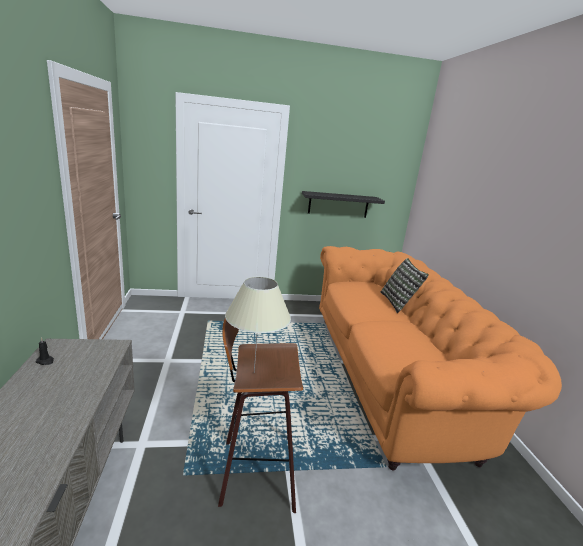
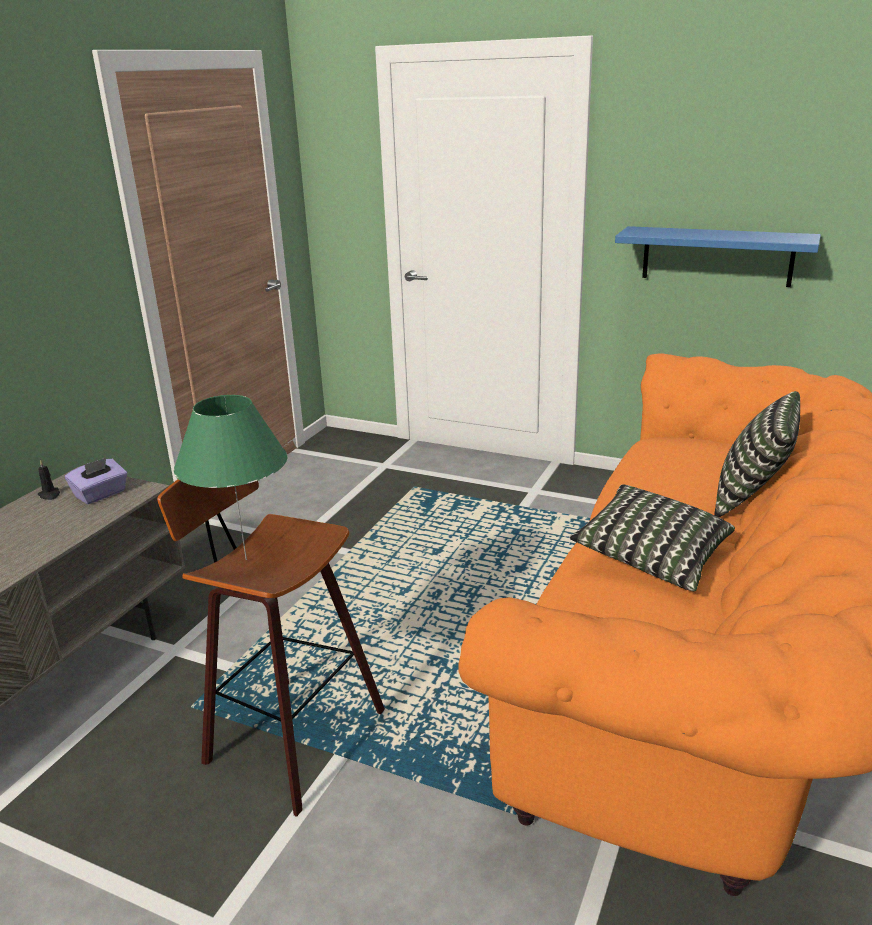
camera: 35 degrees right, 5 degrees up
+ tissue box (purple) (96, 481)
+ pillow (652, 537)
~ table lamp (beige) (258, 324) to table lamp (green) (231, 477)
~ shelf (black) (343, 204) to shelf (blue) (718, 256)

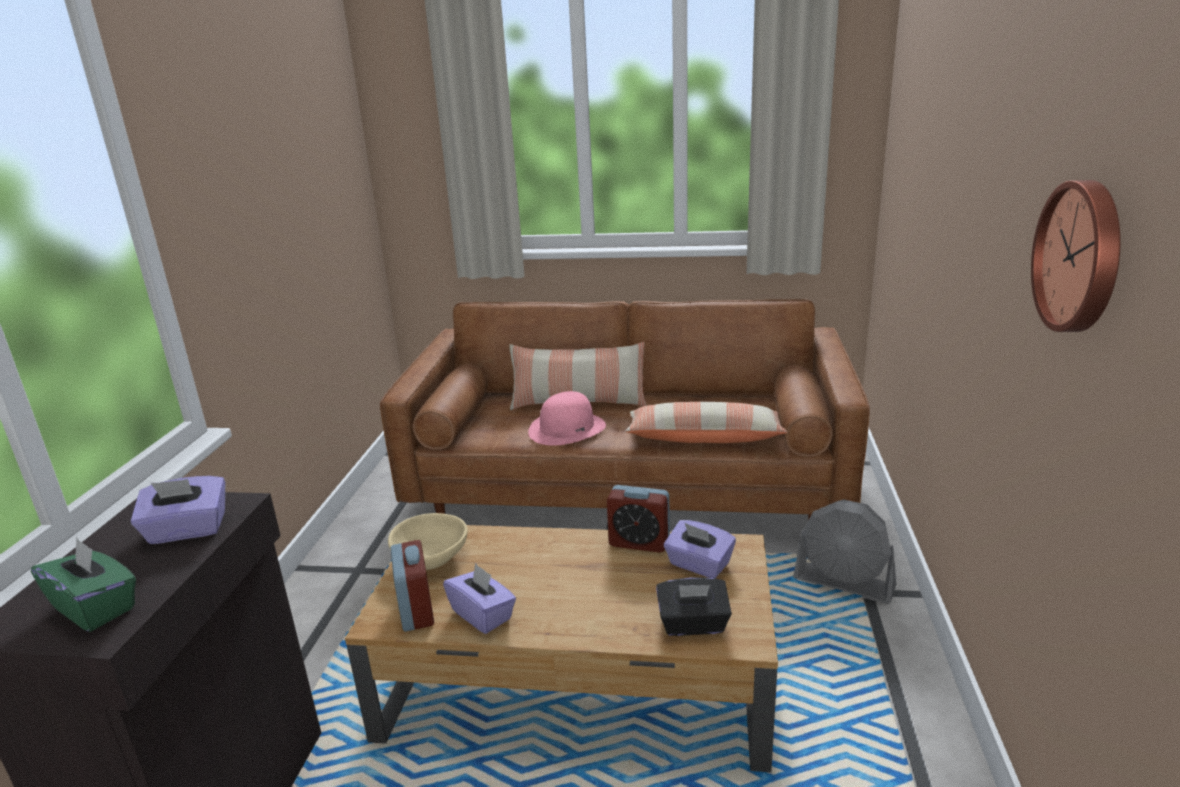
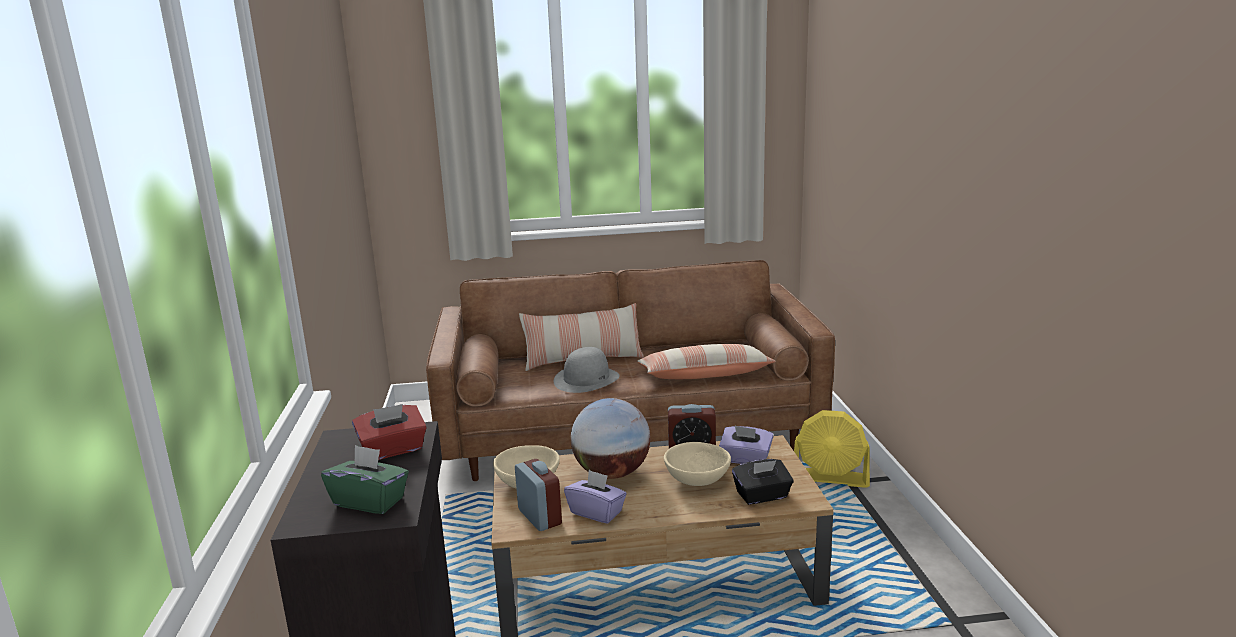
camera: 15 degrees left, 5 degrees down
- wall clock (1076, 256)
+ globe (610, 438)
+ bowl (beige) (697, 464)
~ tissue box (purple) (178, 510) to tissue box (red) (389, 432)
~ hat (pink) (567, 418) to hat (grey) (587, 370)
~ fan (grey) (844, 551) to fan (yellow) (832, 449)

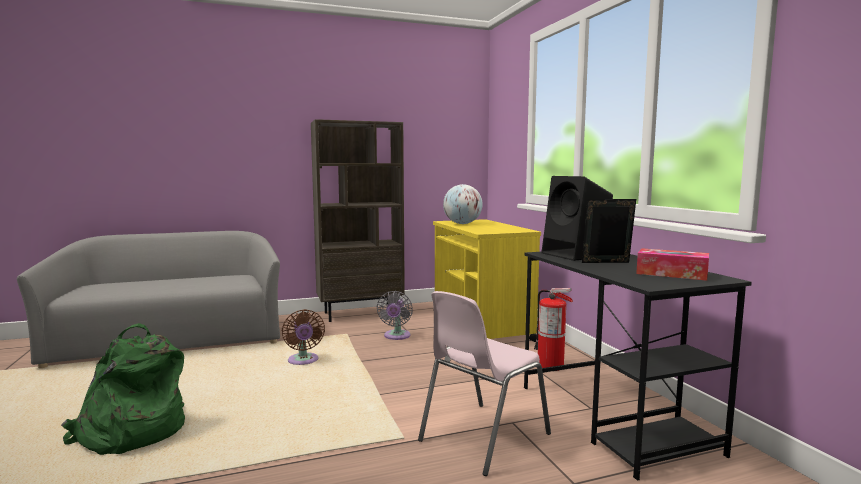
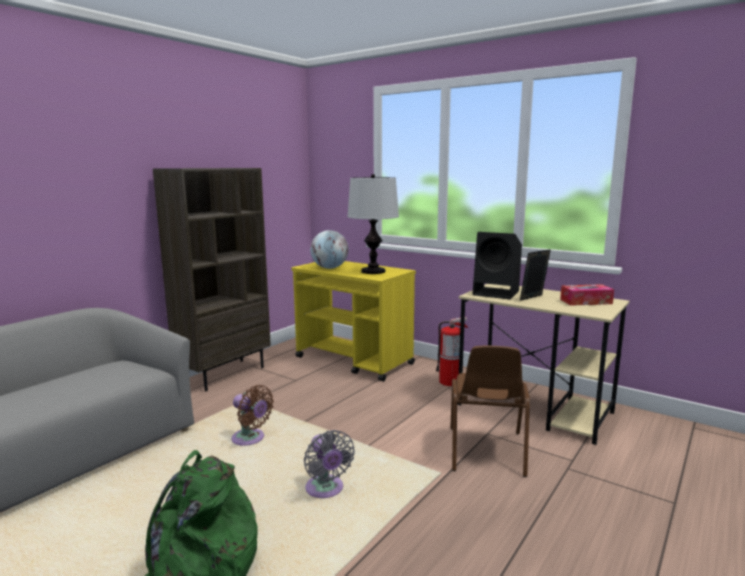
camera: 35 degrees left, 5 degrees up
+ table lamp (373, 224)
~ fan (grey) (395, 315) to (329, 464)
~ chair (pink) (484, 383) to chair (brown) (490, 411)
~ desk (black) (638, 366) to desk (beige) (543, 364)

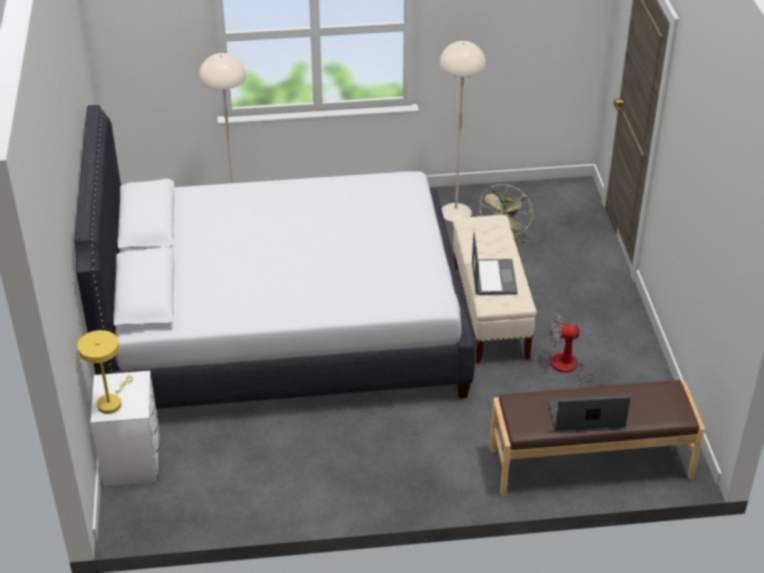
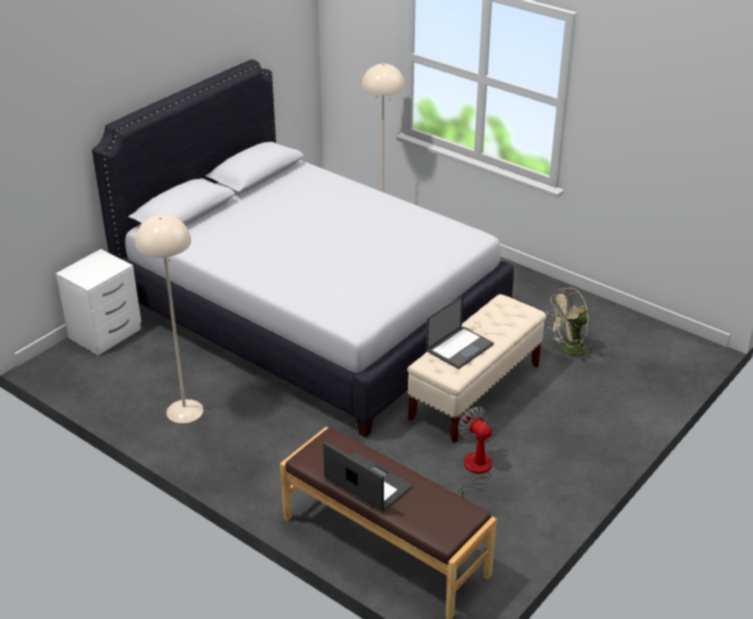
camera: 45 degrees right, 5 degrees down
- table lamp (yellow) (105, 372)
~ floor lamp (beige) (462, 131) to (169, 319)

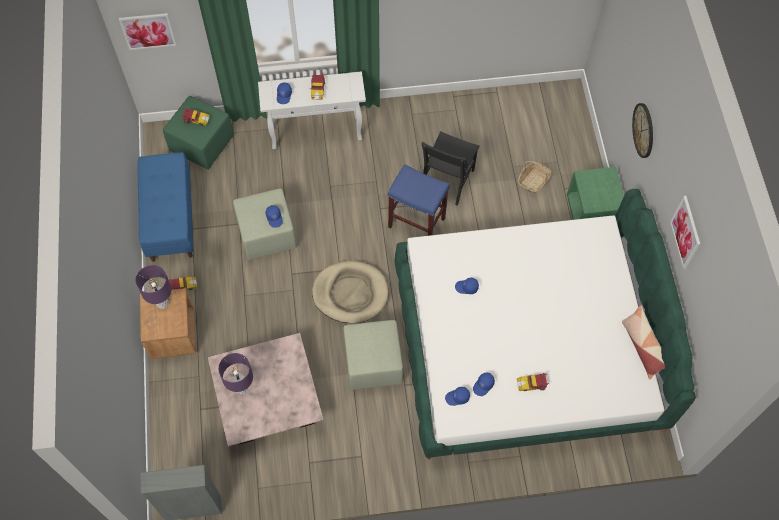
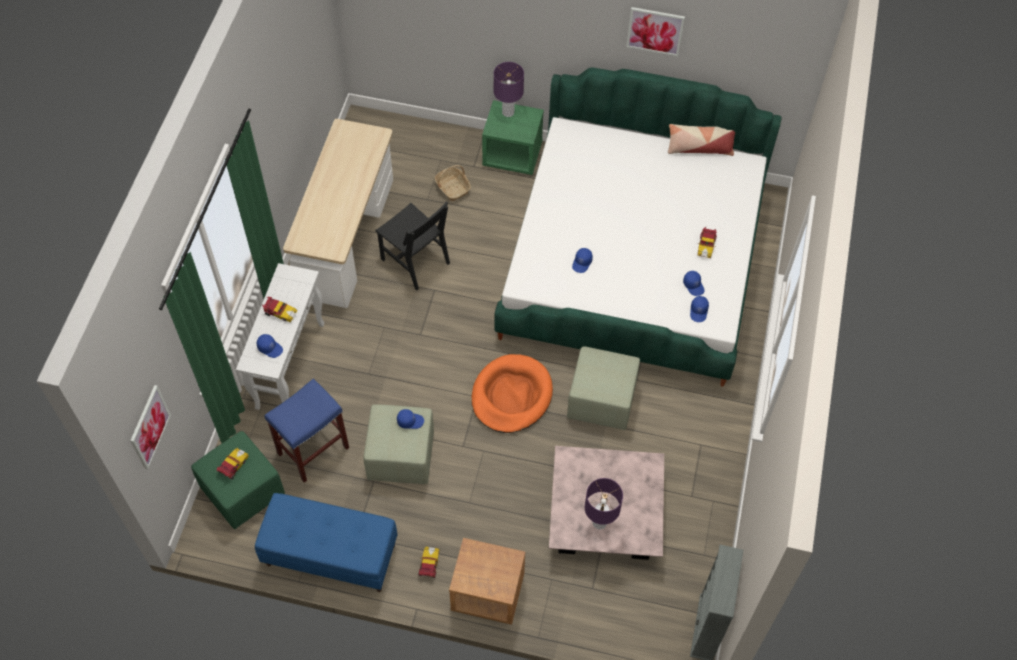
camera: 70 degrees left, 5 degrees down
- wall clock (642, 130)
+ desk (338, 213)
~ table lamp (purple) (153, 287) to (509, 89)
~ stool (blue) (419, 200) to (307, 431)
~ dog bed (beige) (350, 292) to dog bed (orange) (512, 393)

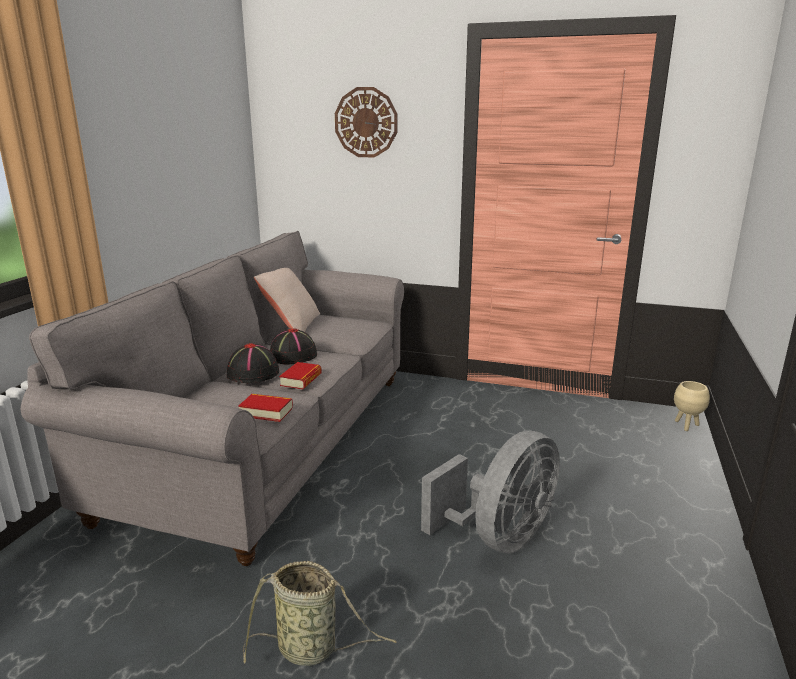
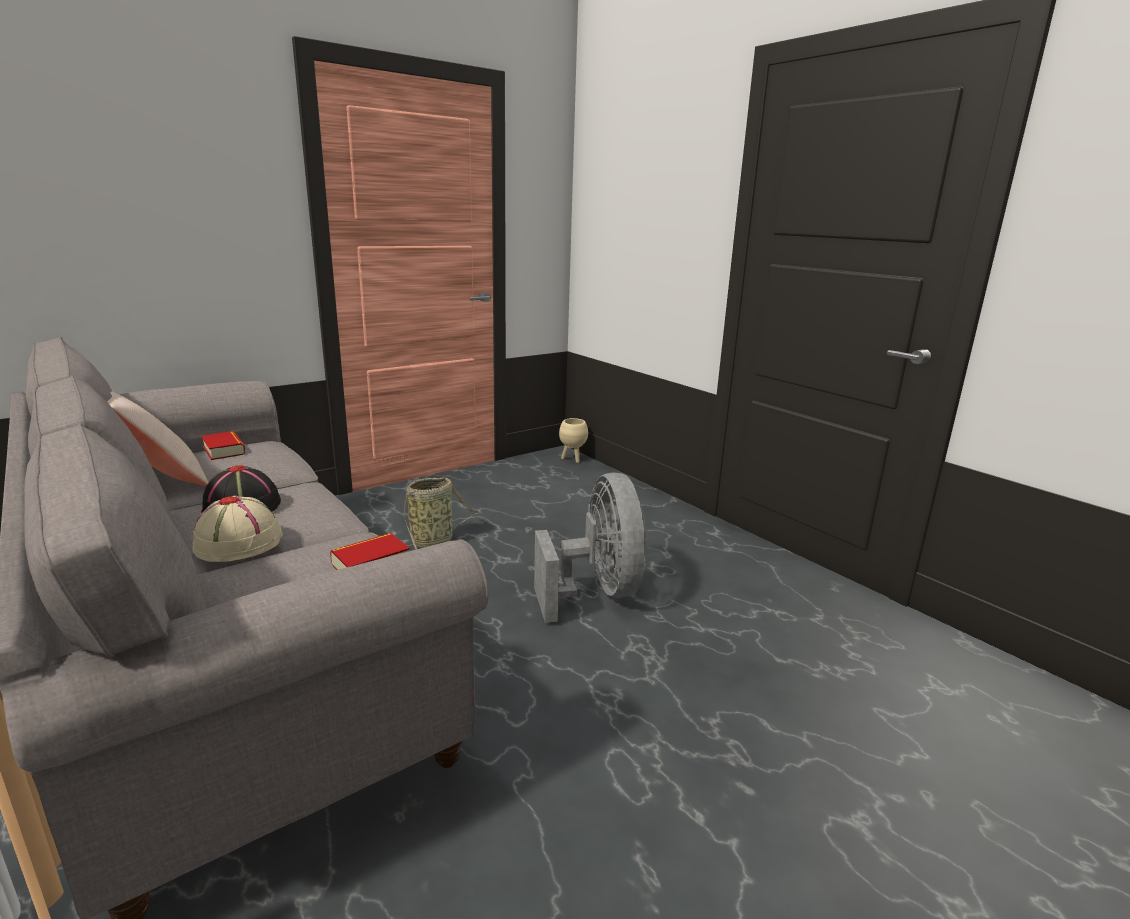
camera: 55 degrees left, 0 degrees up
- wall clock (366, 122)
~ basket (320, 613) to (441, 513)
~ book (300, 375) to (223, 445)
~ hat (black) (253, 363) to hat (beige) (237, 529)

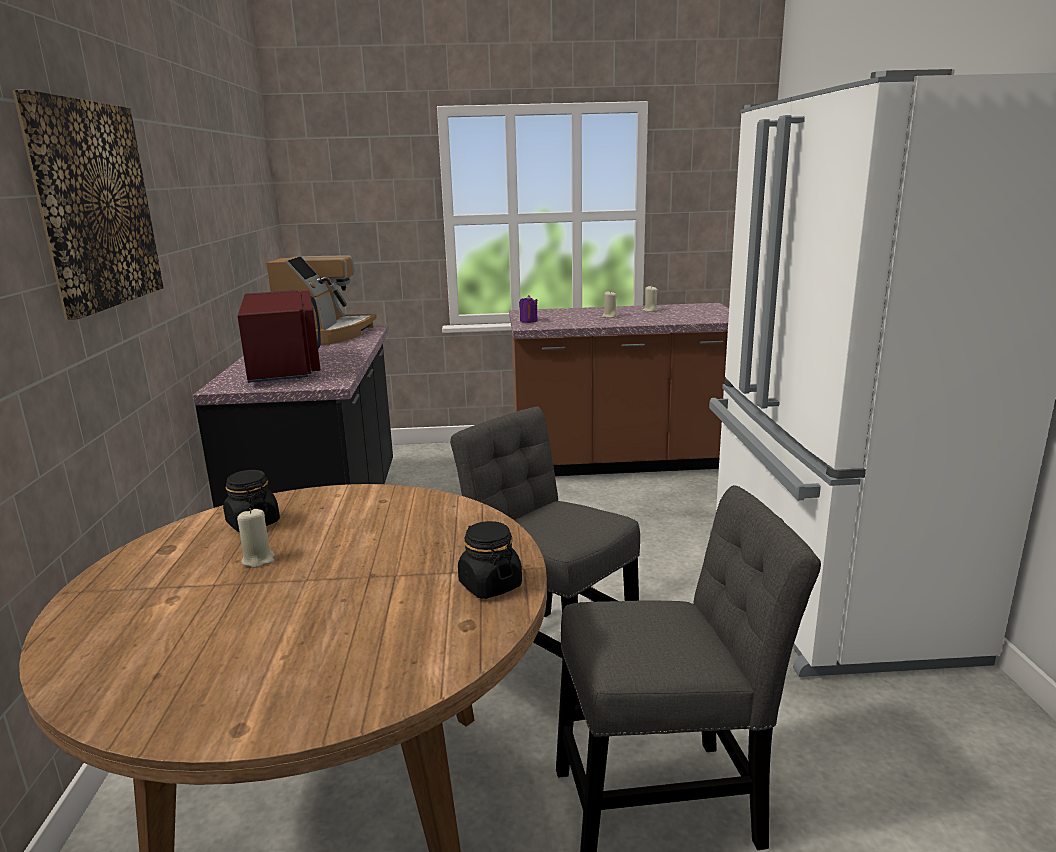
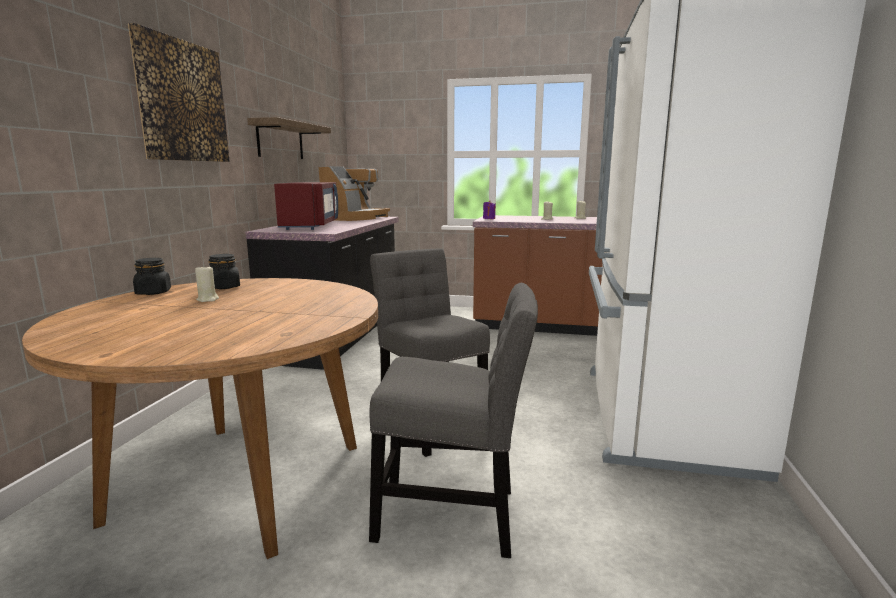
camera: 15 degrees right, 5 degrees down
+ shelf (289, 138)
~ jar (black) (490, 560) to (152, 276)

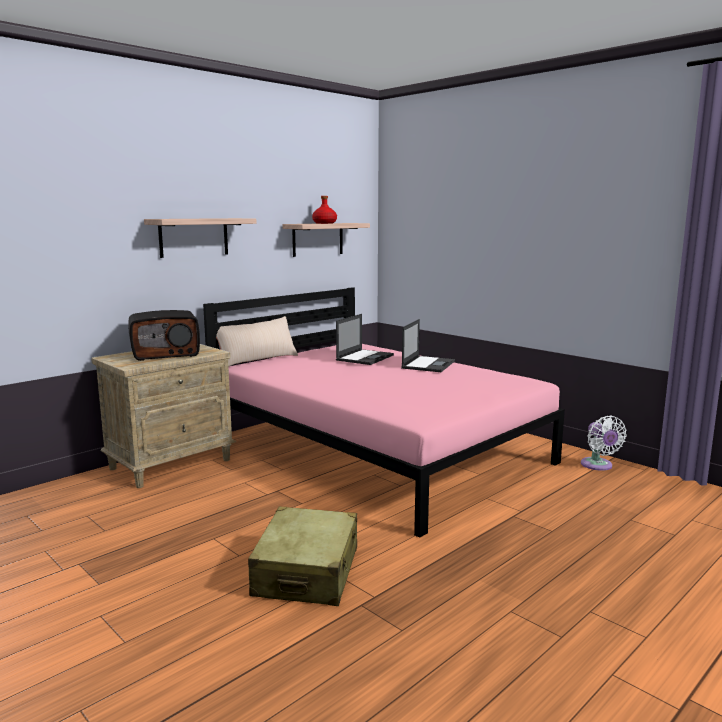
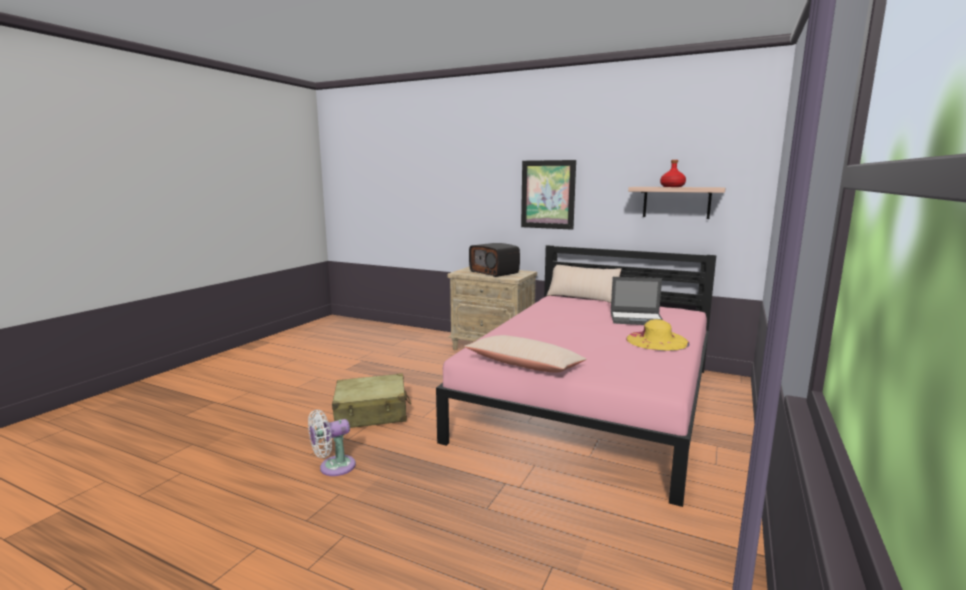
camera: 70 degrees right, 0 degrees up
+ pillow (beige) (525, 354)
~ fan (white) (604, 443) to (332, 443)
~ shelf (200, 238) to picture (548, 195)
~ laptop (428, 345) to hat (yellow) (657, 335)

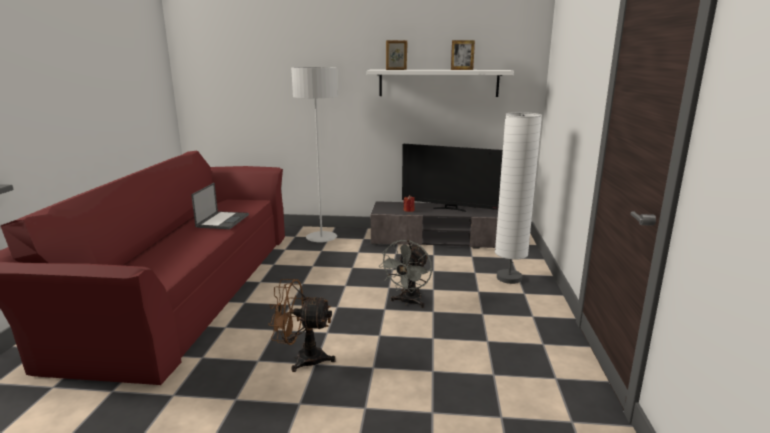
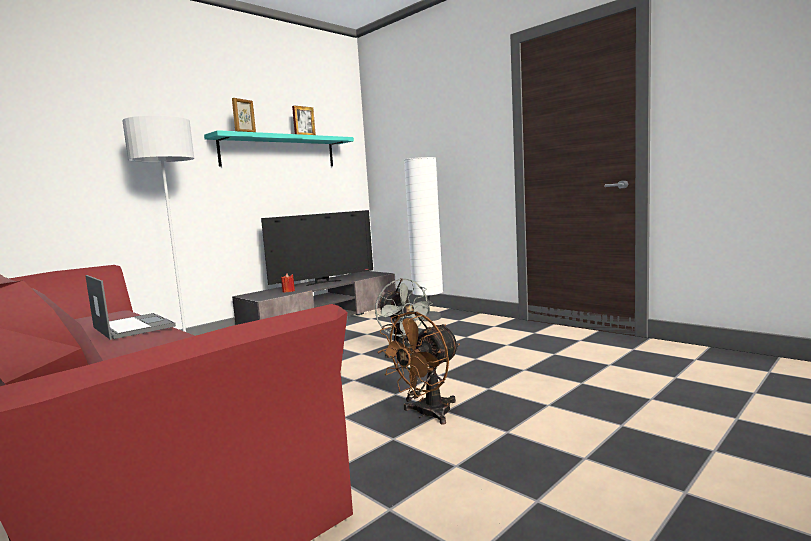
camera: 50 degrees left, 10 degrees down
~ shelf (white) (440, 83) to shelf (turquoise) (279, 148)

